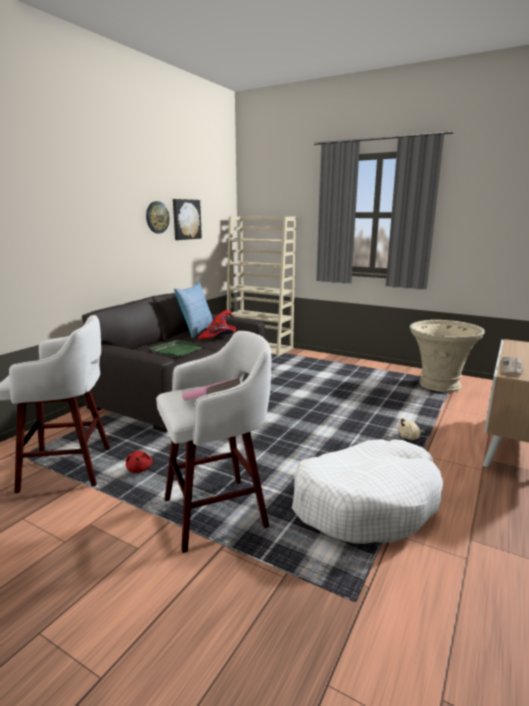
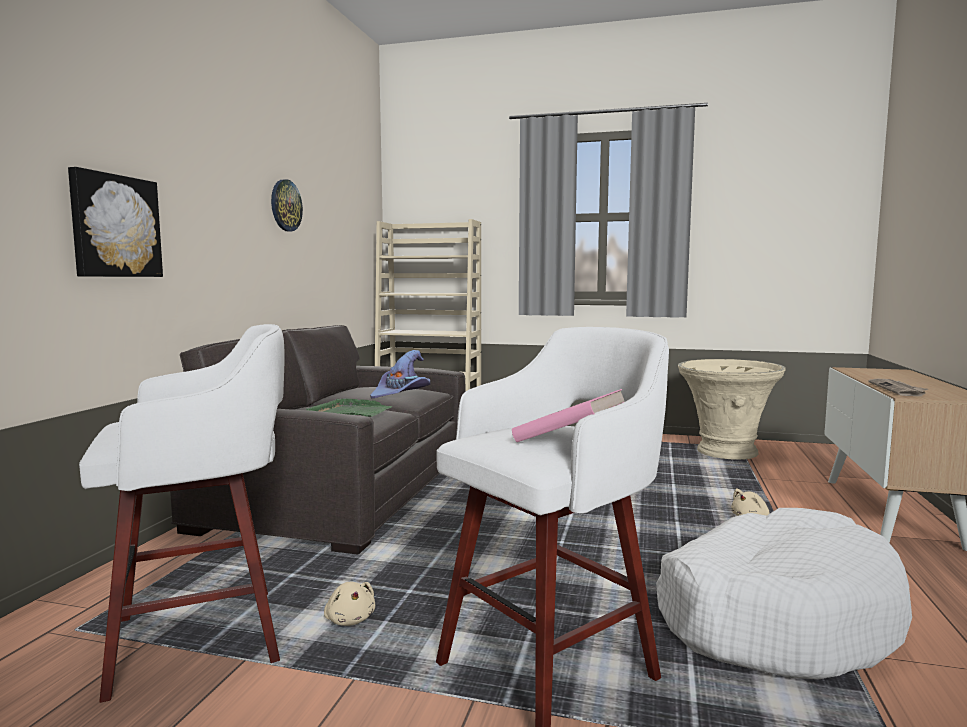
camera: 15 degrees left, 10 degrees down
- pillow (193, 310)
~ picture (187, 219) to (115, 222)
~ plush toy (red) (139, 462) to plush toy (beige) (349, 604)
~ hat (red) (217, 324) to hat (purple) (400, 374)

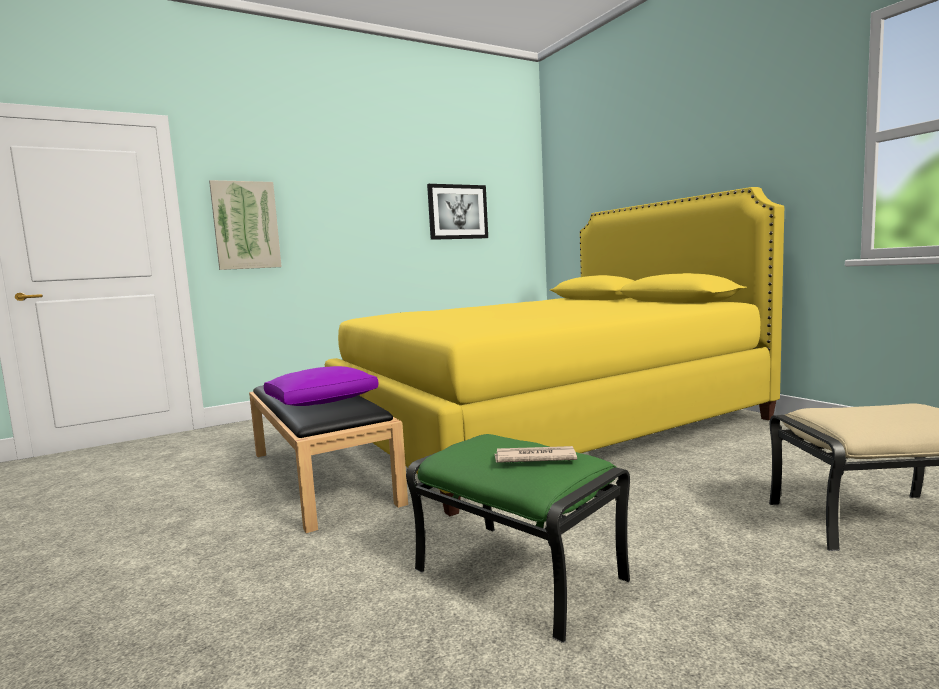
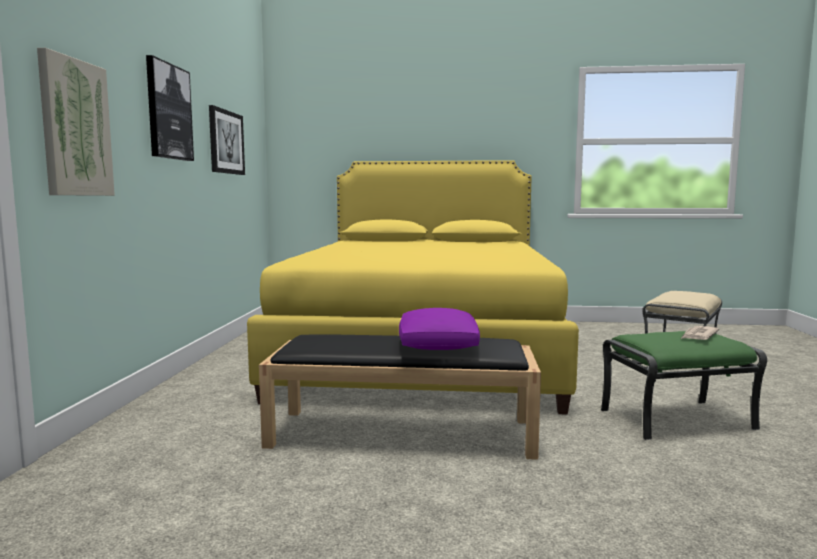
camera: 55 degrees left, 0 degrees up
+ picture (170, 108)

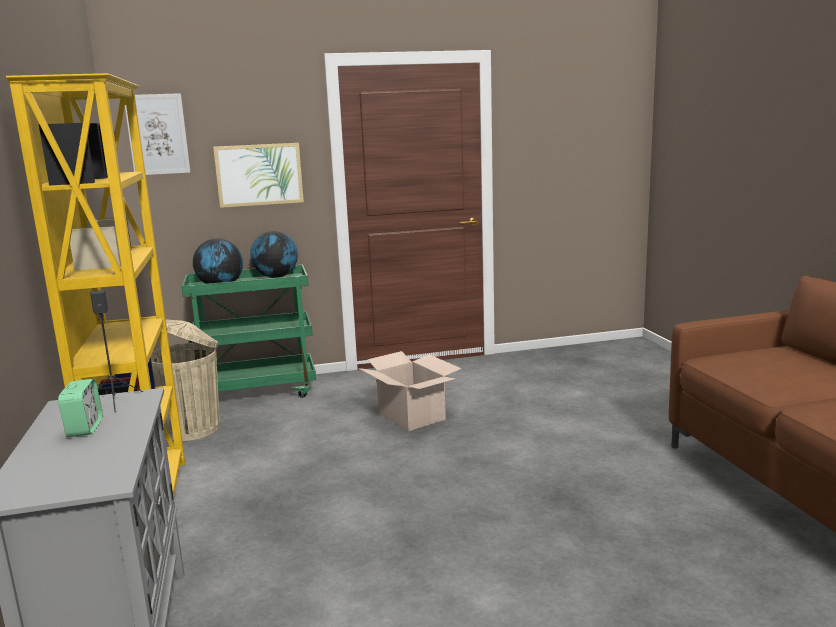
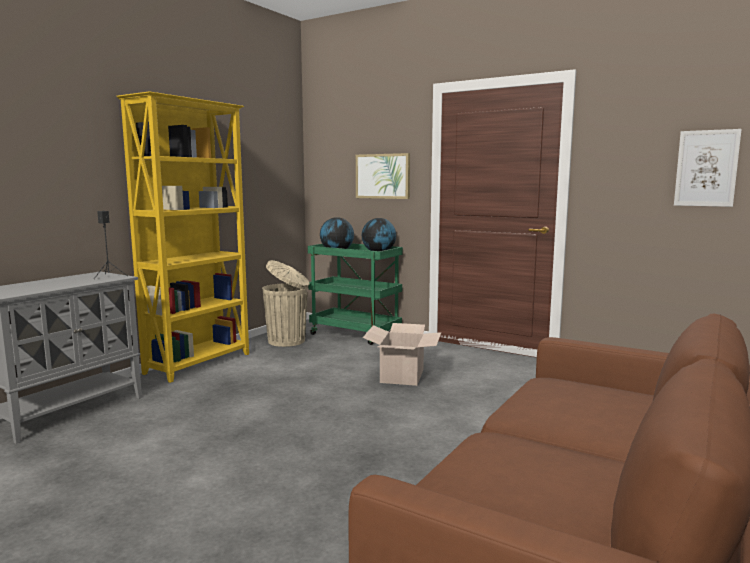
camera: 45 degrees right, 5 degrees down
- alarm clock (80, 408)
~ picture (158, 134) to (708, 168)

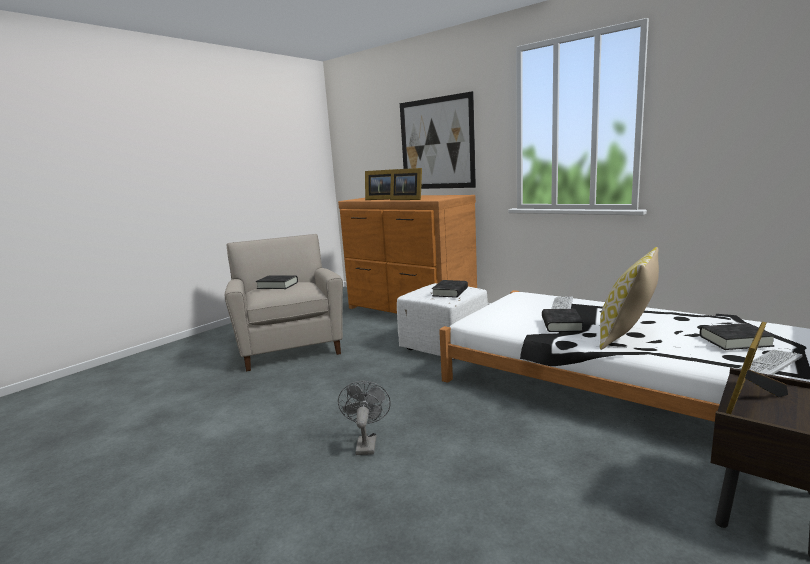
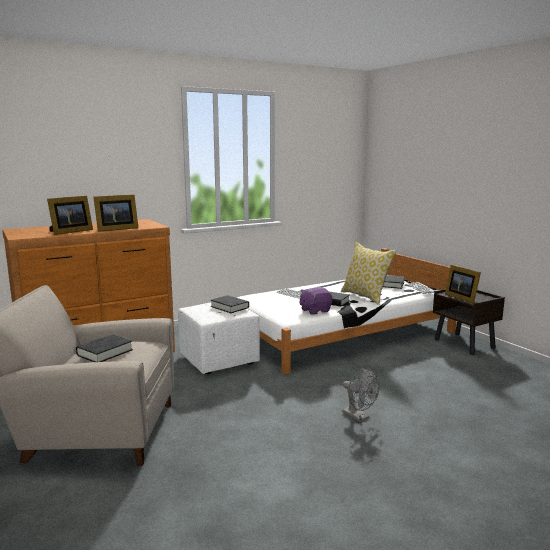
camera: 70 degrees left, 0 degrees up
- picture (438, 140)
+ plush toy (purple) (316, 301)
~ fan (grey) (364, 418) = (360, 395) 150 degrees counterclockwise

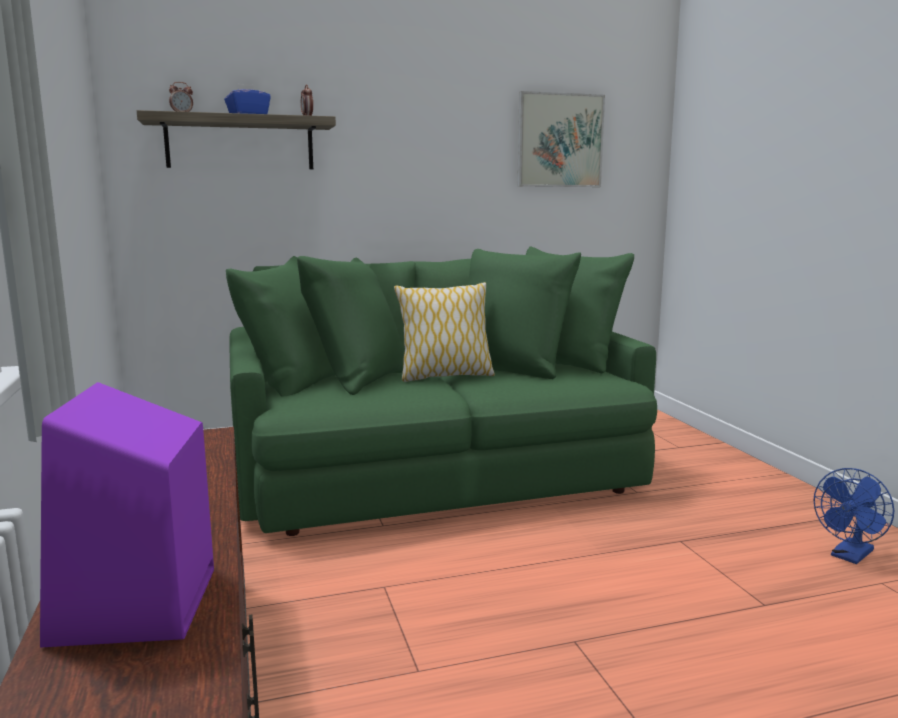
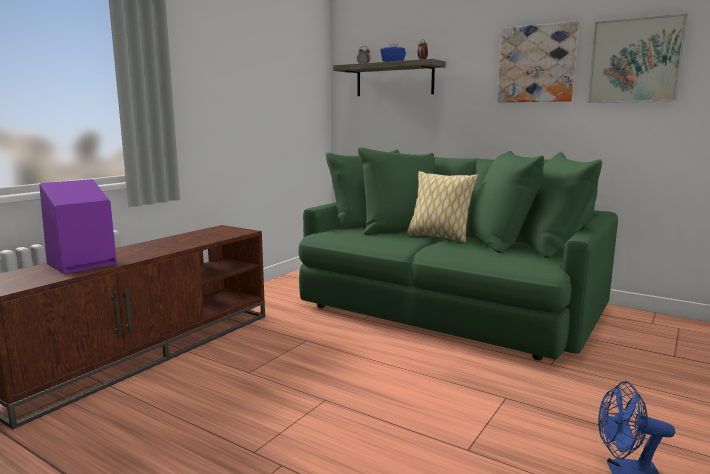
camera: 50 degrees right, 0 degrees up
+ picture (538, 62)

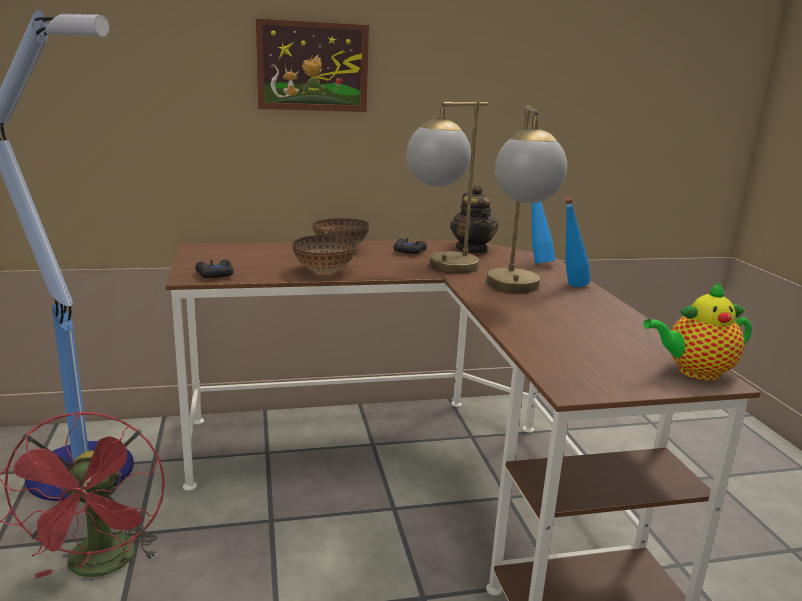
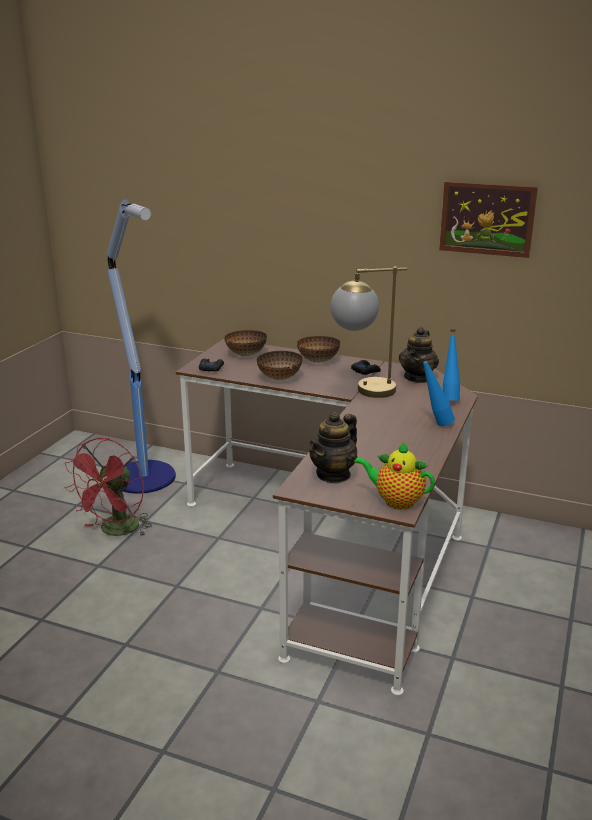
camera: 35 degrees right, 5 degrees up
- table lamp (526, 199)
+ bowl (245, 343)
+ teapot (333, 448)
~ picture (312, 65) to (488, 219)

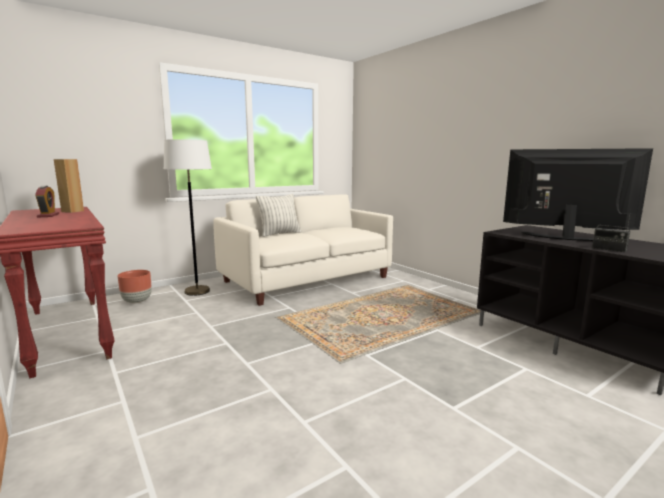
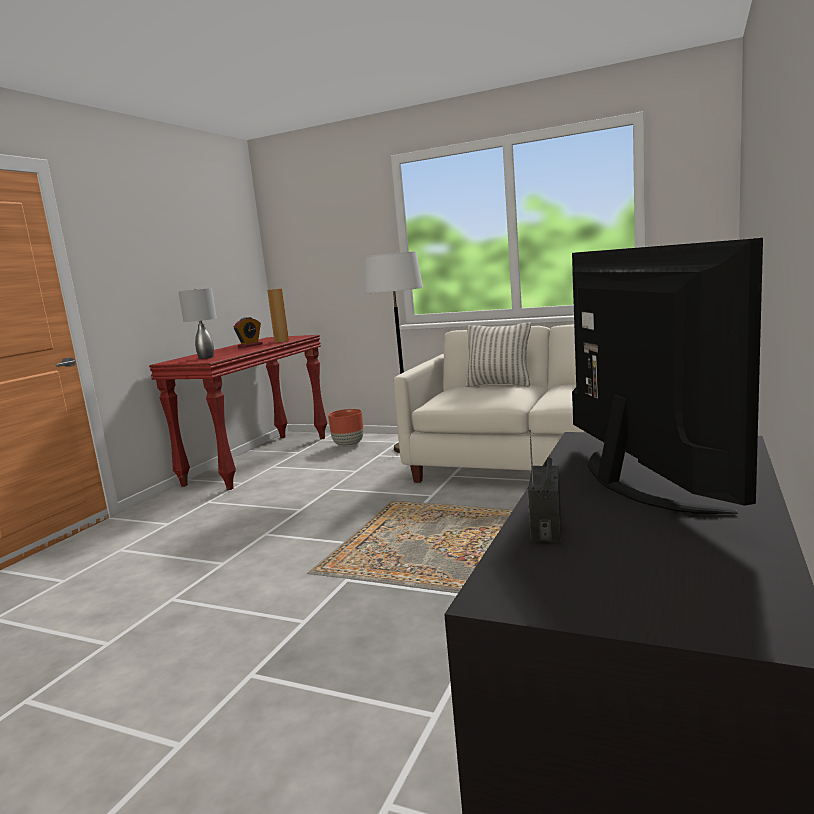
camera: 60 degrees right, 0 degrees up
+ table lamp (grey) (197, 323)

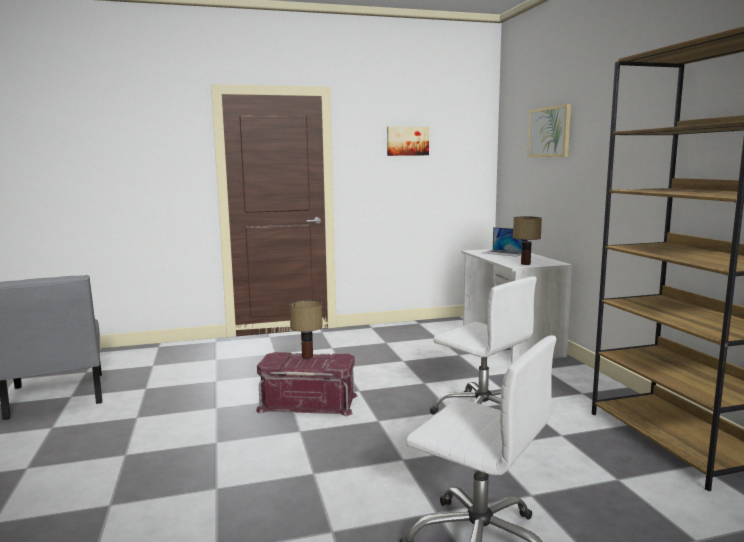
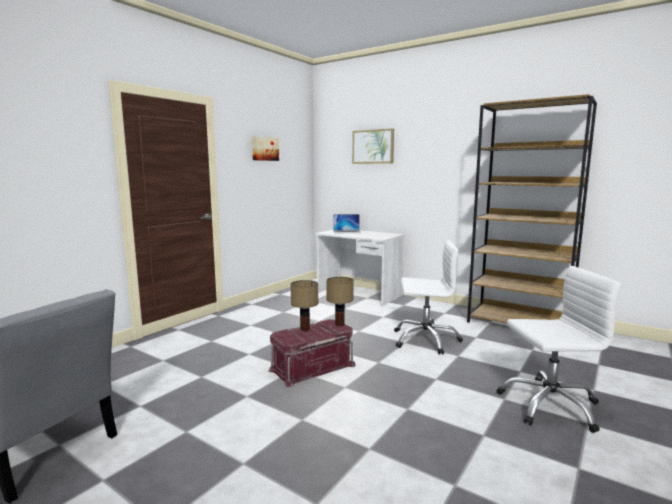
camera: 40 degrees left, 0 degrees up
~ table lamp (527, 240) to (340, 301)

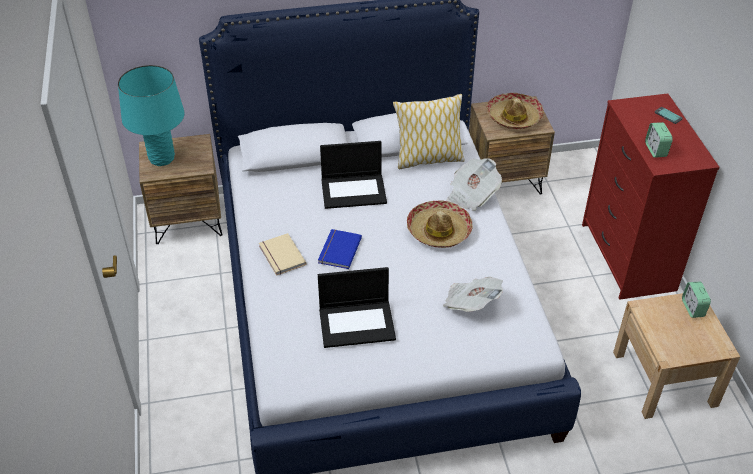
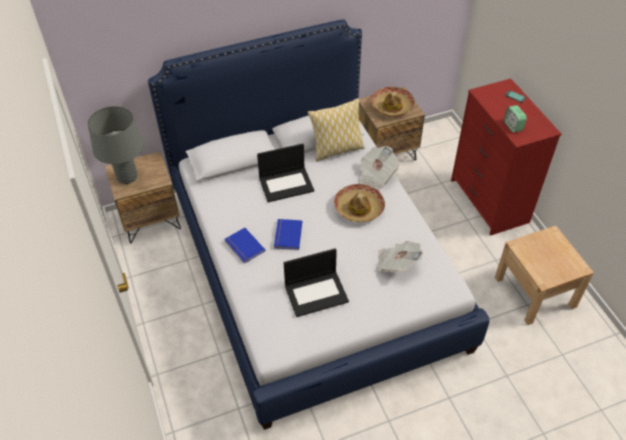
camera: 10 degrees left, 5 degrees up
- alarm clock (696, 300)
~ table lamp (turquoise) (151, 115) to table lamp (grey) (115, 145)
~ book (beige) (282, 254) to book (blue) (245, 246)

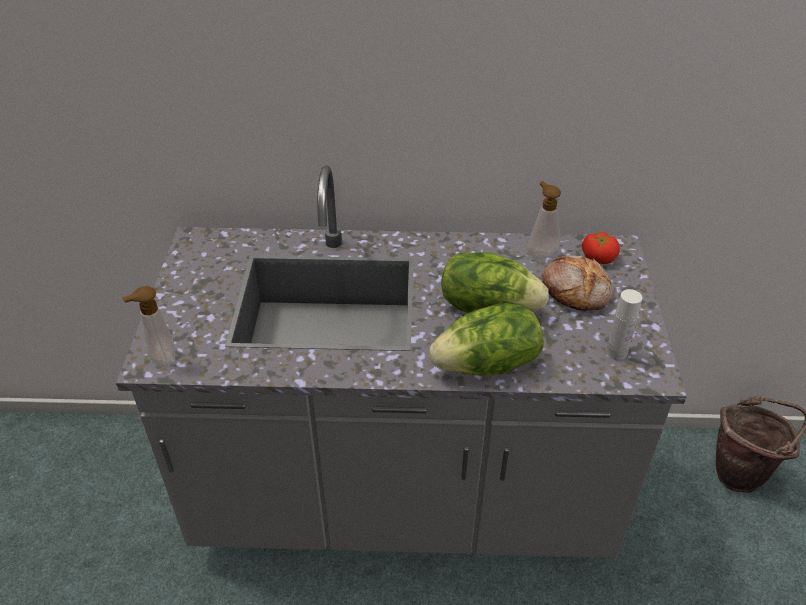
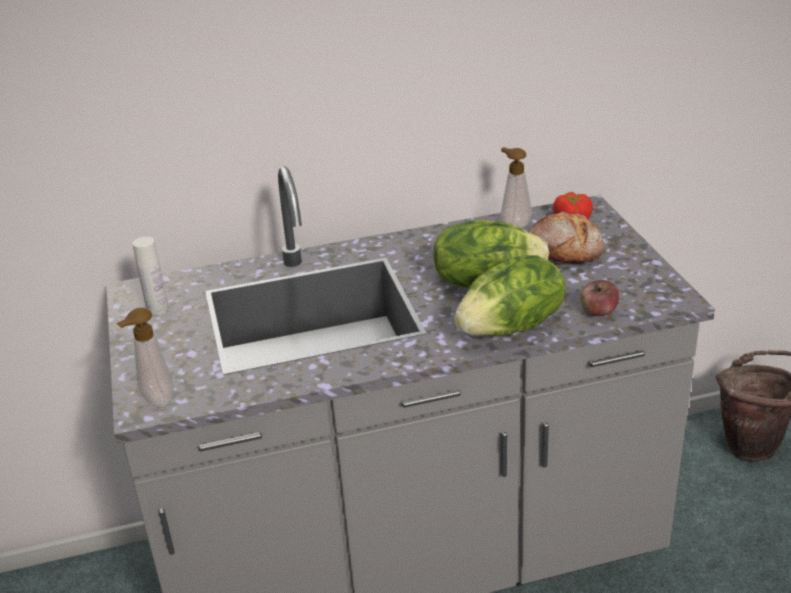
camera: 15 degrees left, 10 degrees down
+ apple (599, 298)
~ bottle (white) (624, 324) to (150, 276)

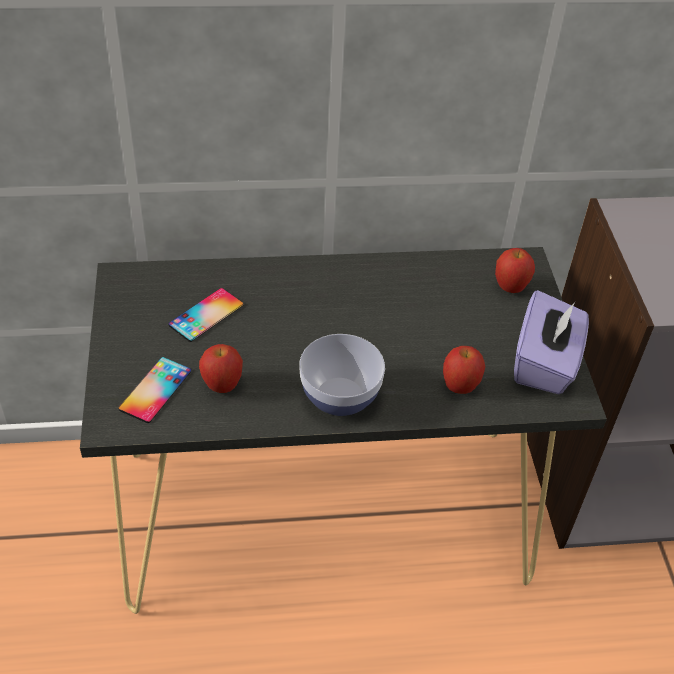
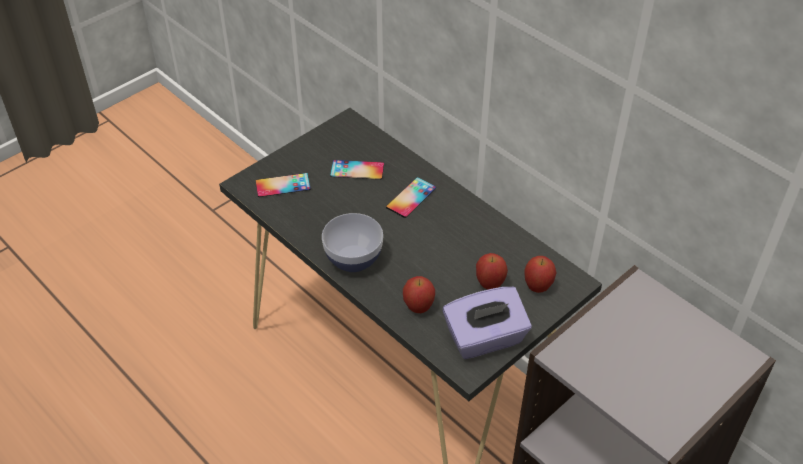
camera: 55 degrees right, 0 degrees up
+ phone (411, 197)
~ apple (221, 368) to (492, 271)

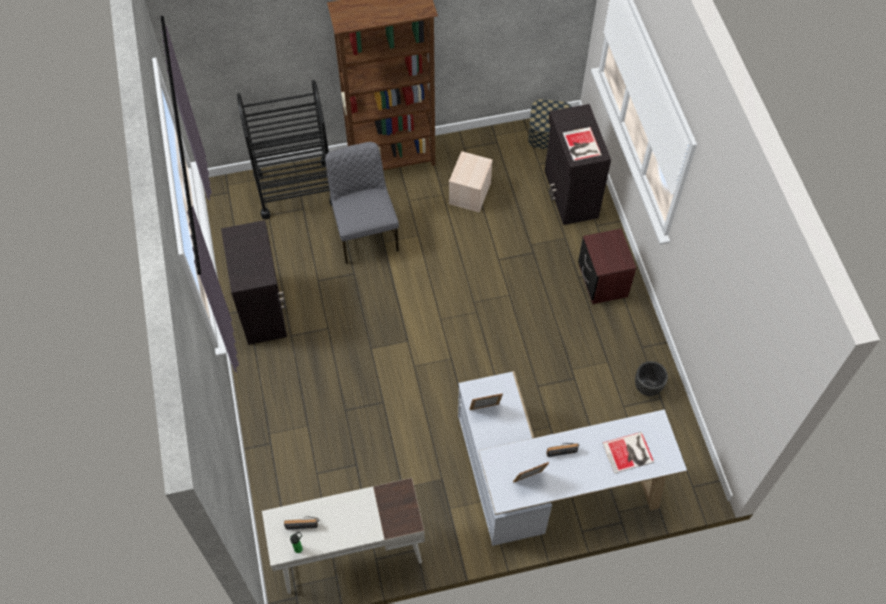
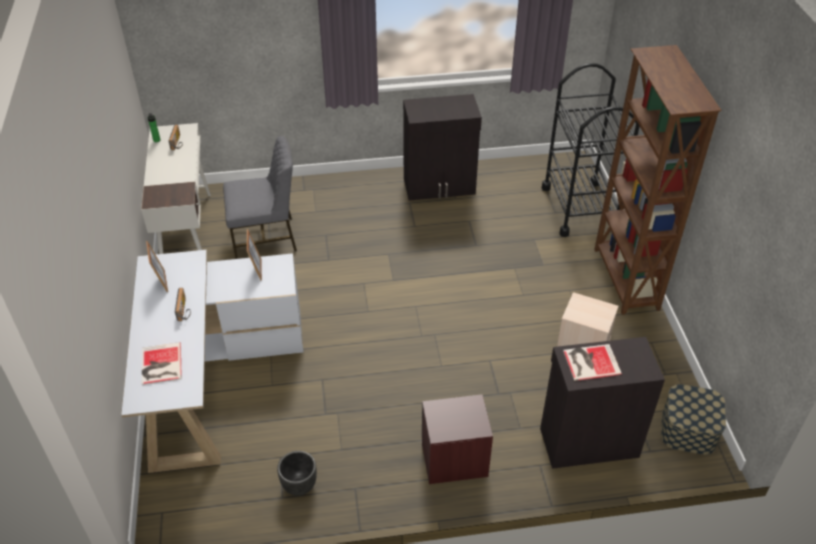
camera: 95 degrees right, 15 degrees down
~ chair (grey) (362, 203) to (260, 197)

